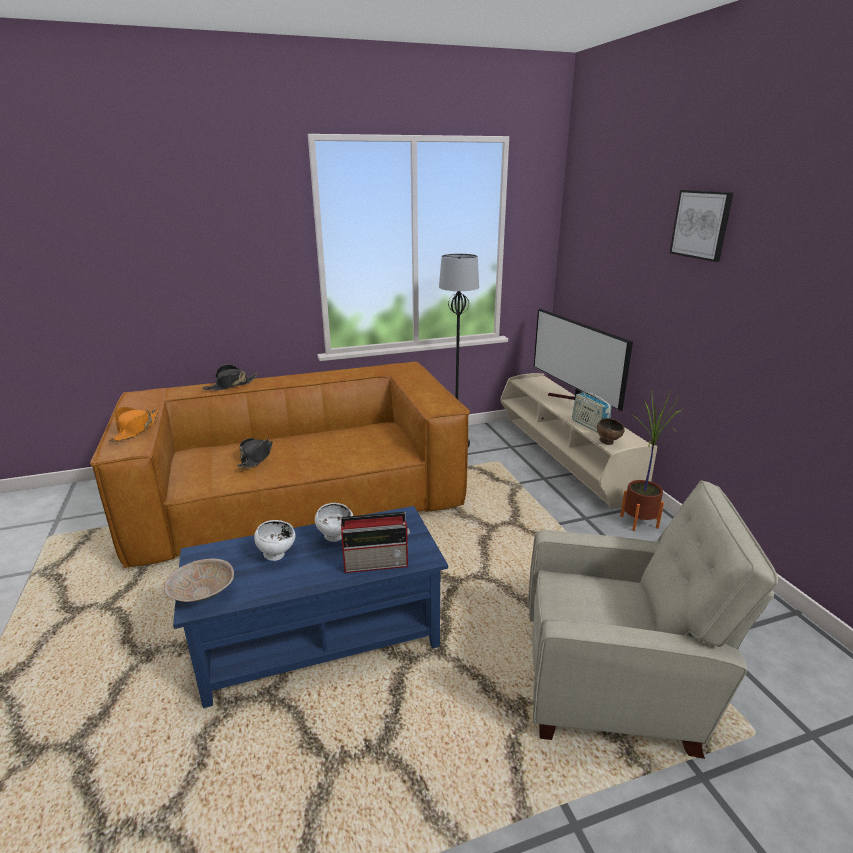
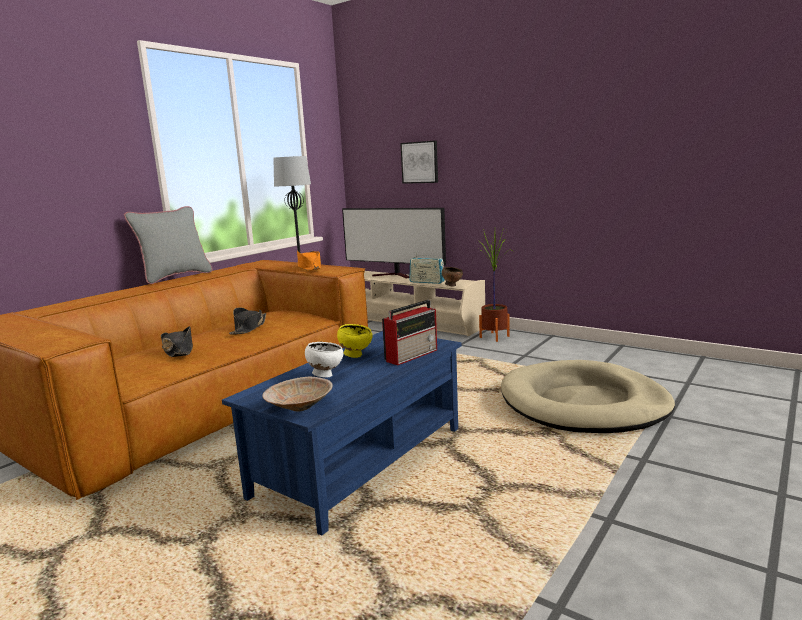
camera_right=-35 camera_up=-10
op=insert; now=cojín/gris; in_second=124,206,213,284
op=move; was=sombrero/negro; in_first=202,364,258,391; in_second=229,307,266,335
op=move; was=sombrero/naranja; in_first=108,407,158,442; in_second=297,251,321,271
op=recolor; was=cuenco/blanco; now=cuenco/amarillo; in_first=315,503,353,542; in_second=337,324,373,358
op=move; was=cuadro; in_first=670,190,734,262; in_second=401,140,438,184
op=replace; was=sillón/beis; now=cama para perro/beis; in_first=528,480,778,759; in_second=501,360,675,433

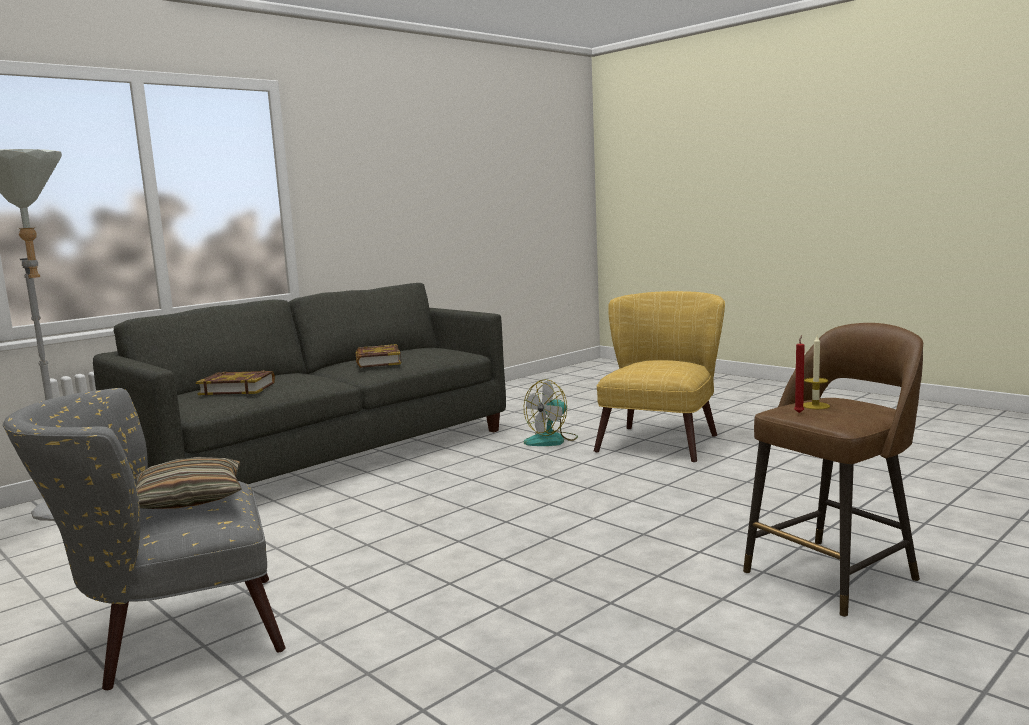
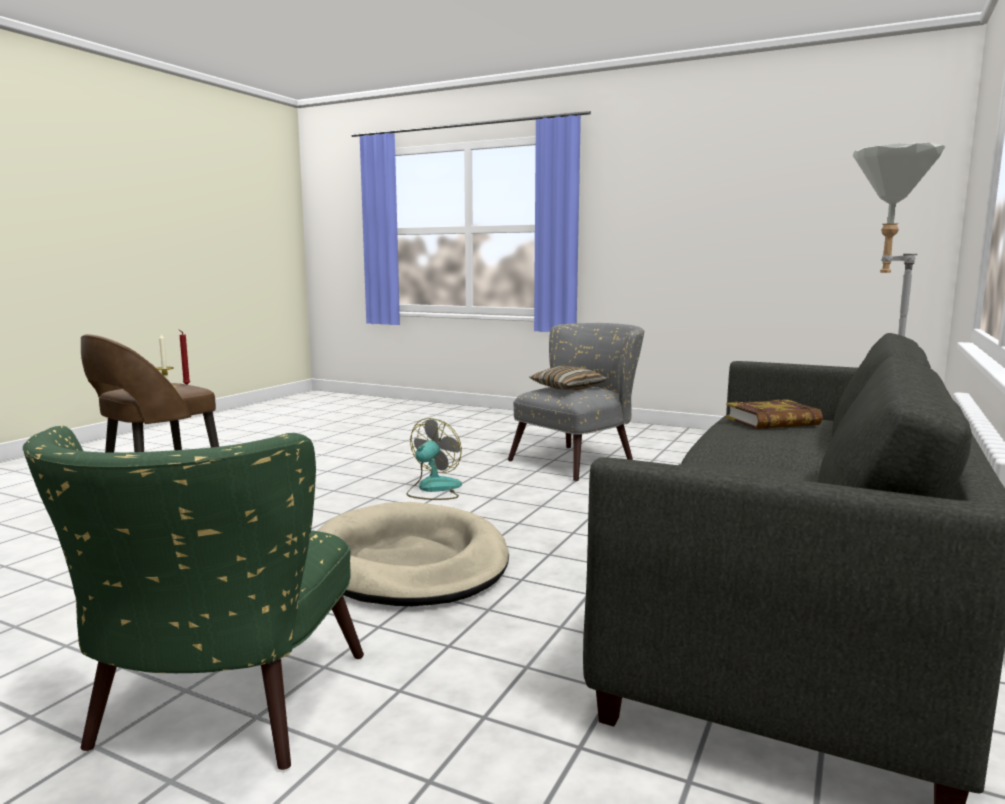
camera_right=160 camera_up=0
op=recolor; was=sillón/amarillo; now=sillón/verde; in_first=594,291,725,463; in_second=23,426,364,770
op=insert; now=cama para perro/beis; in_second=317,502,509,606
op=move; was=ventilador; in_first=524,379,578,446; in_second=407,418,462,500
op=delete; was=libro; in_first=355,344,401,368

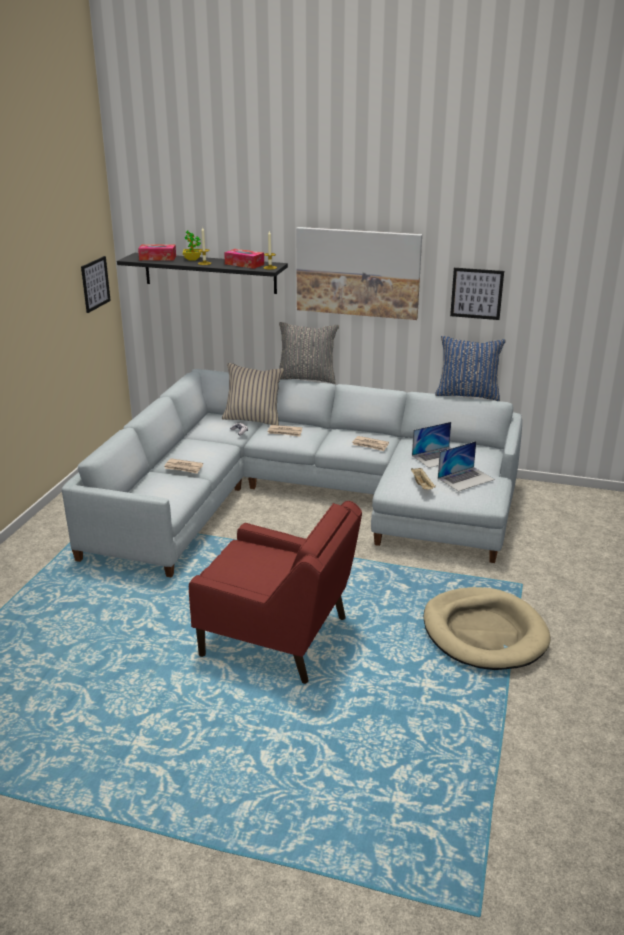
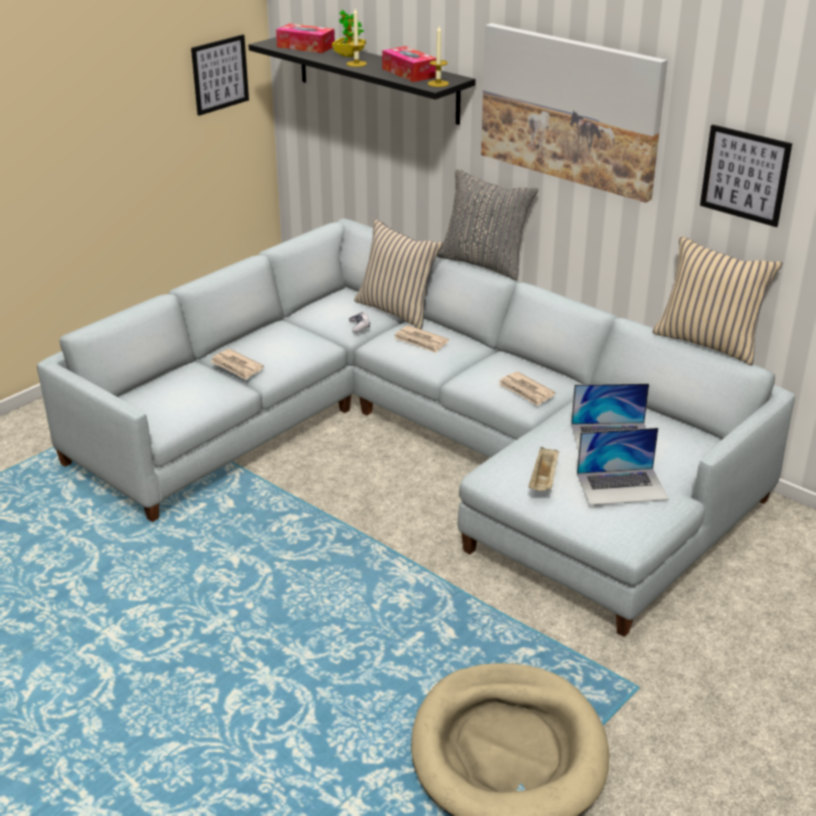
camera_right=25 camera_up=5
op=recolor; was=cojín/azul; now=cojín/beis; in_first=435,336,506,401; in_second=652,236,783,365
op=delete; was=sillón/rojo; in_first=189,501,362,684

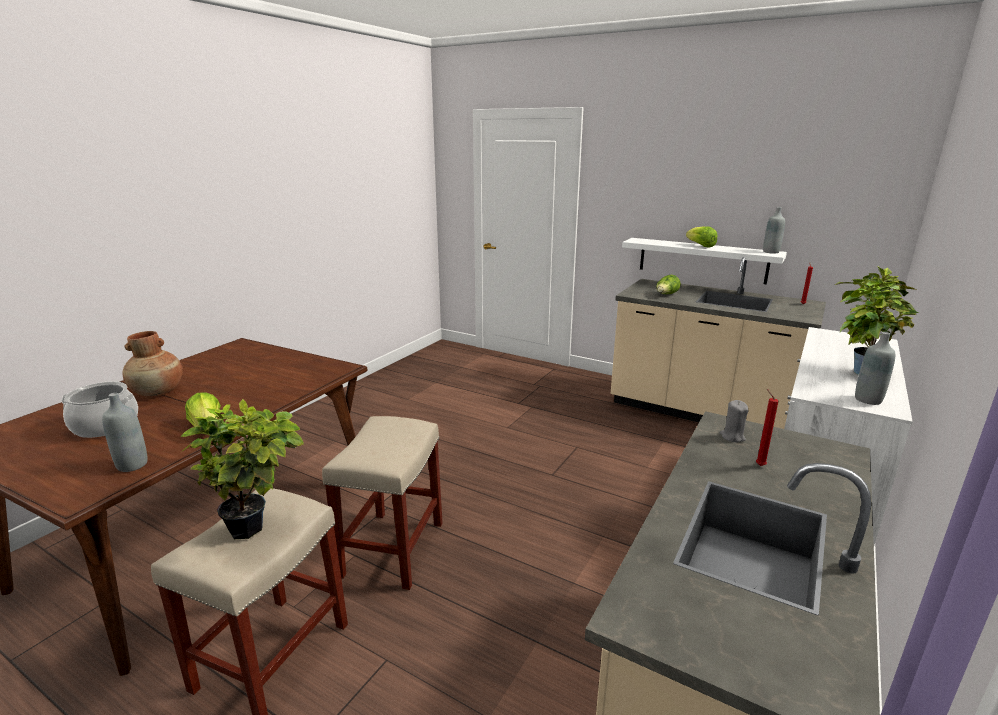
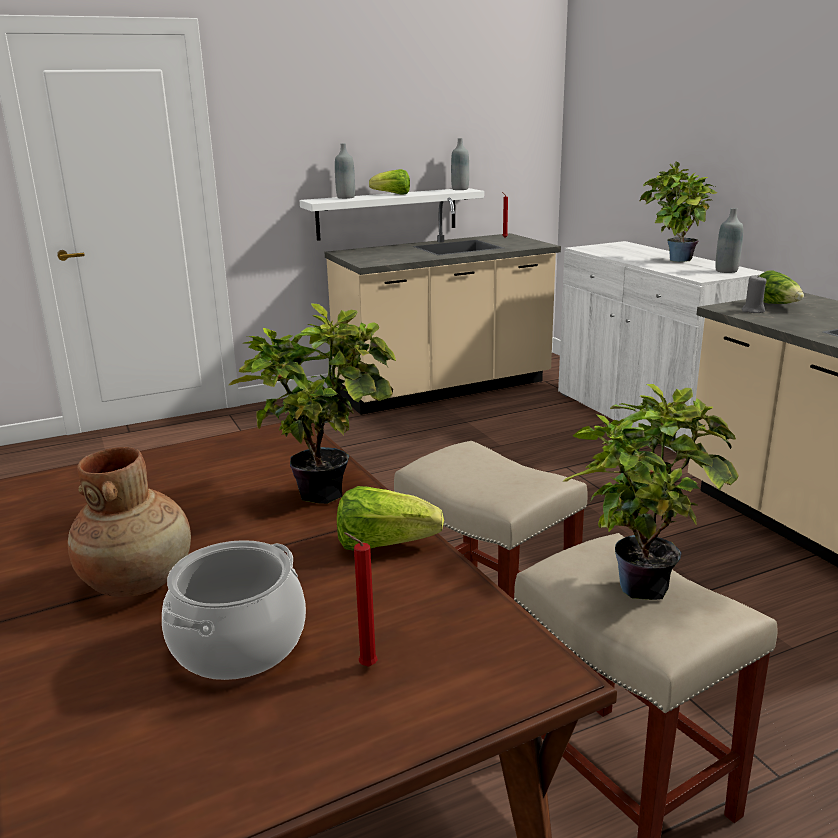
camera_right=-55 camera_up=0
op=insert; now=planta en maceta; in_second=229,303,396,504
op=move; was=botella/gris; in_first=102,393,148,472; in_second=335,143,355,199
op=move; was=vela/rojo; in_first=756,389,778,466; in_second=344,532,378,667
op=move; was=lechuga; in_first=656,275,681,294; in_second=759,270,804,304

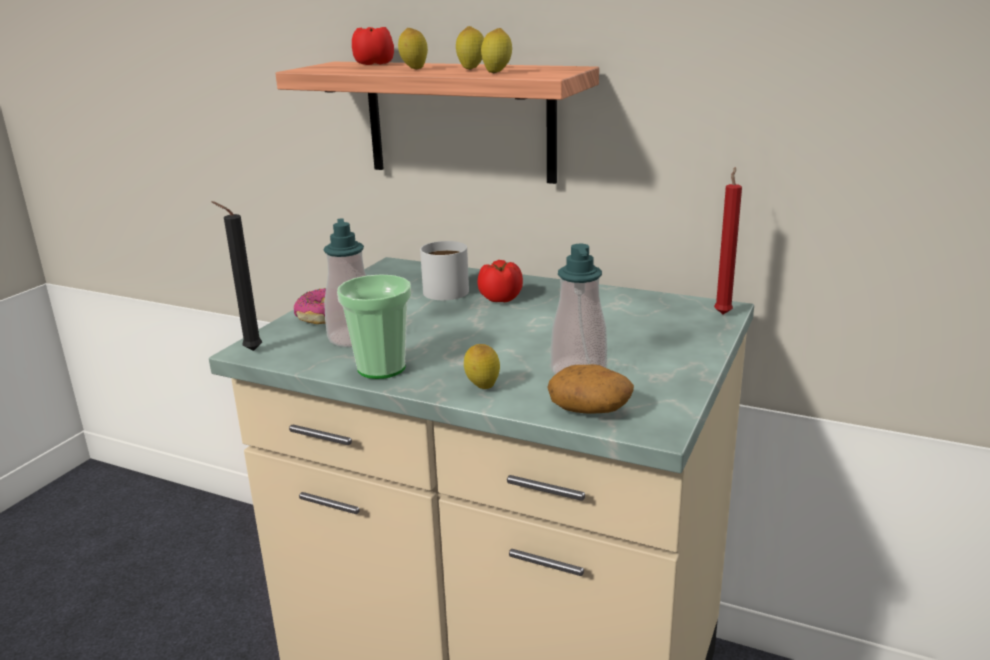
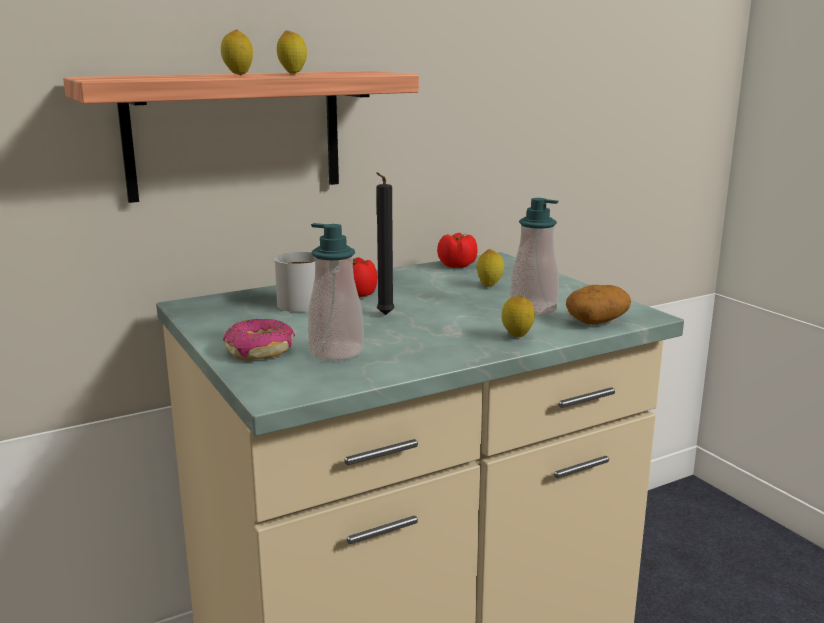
camera_right=-55 camera_up=-5
op=move; was=vela/negro; in_first=212,201,262,351; in_second=376,172,395,315
op=move; was=tomate; in_first=352,27,394,65; in_second=437,233,478,268
op=move; was=limón; in_first=481,28,512,73; in_second=477,249,504,287
op=delete; was=taza; in_first=337,274,411,379
op=delete; was=vela/rojo; in_first=714,167,742,314

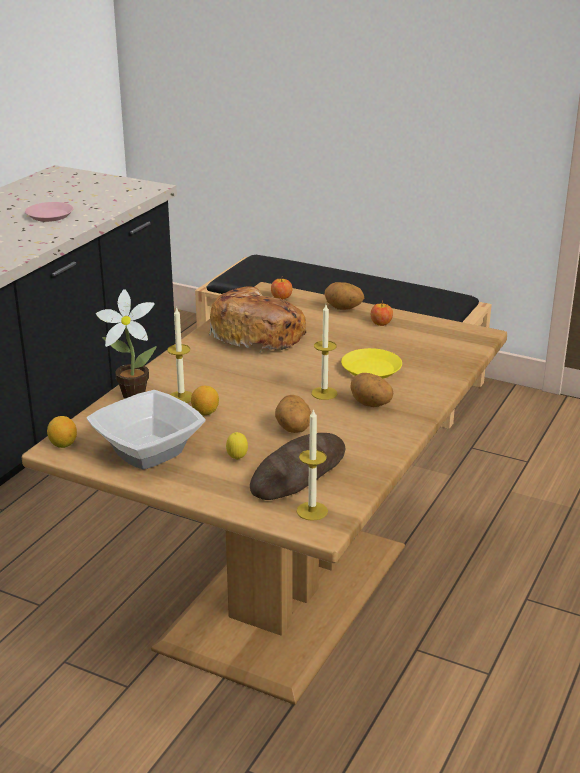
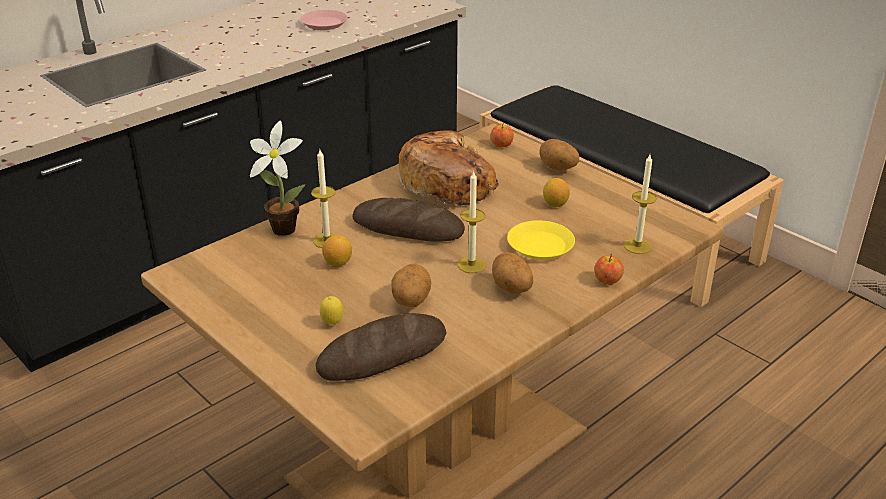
camera_right=20 camera_up=5
op=insert; now=pan; in_second=352,198,465,242
op=move; was=limón; in_first=47,416,77,448; in_second=543,178,570,207
op=move; was=manzana; in_first=371,300,393,326; in_second=595,253,624,285
op=move; was=vela; in_first=296,408,328,521; in_second=624,155,657,254
op=delete; was=cuenco; in_first=87,390,206,470

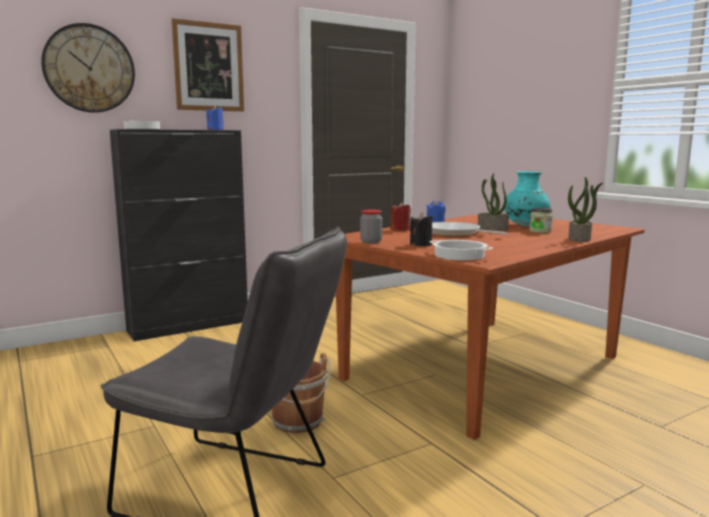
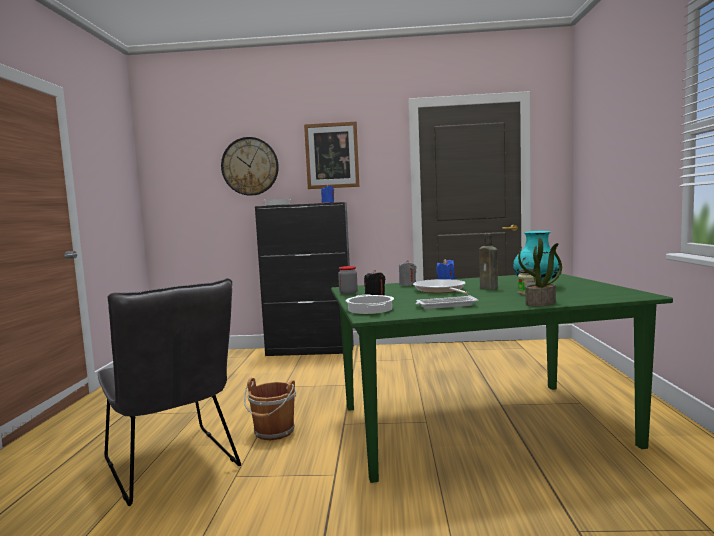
camera_right=35 camera_up=-5
op=recolor; was=mesa de comedor/marrón; now=mesa de comedor/verde; in_first=336,214,645,440; in_second=331,274,673,483
op=recolor; was=vela/rojo; now=vela/gris; in_first=390,202,411,231; in_second=399,260,417,286
op=insert; now=bandeja/blanco; in_second=416,295,478,309
op=replace; was=planta en maceta; now=botella/marrón; in_first=478,173,509,231; in_second=479,233,498,290

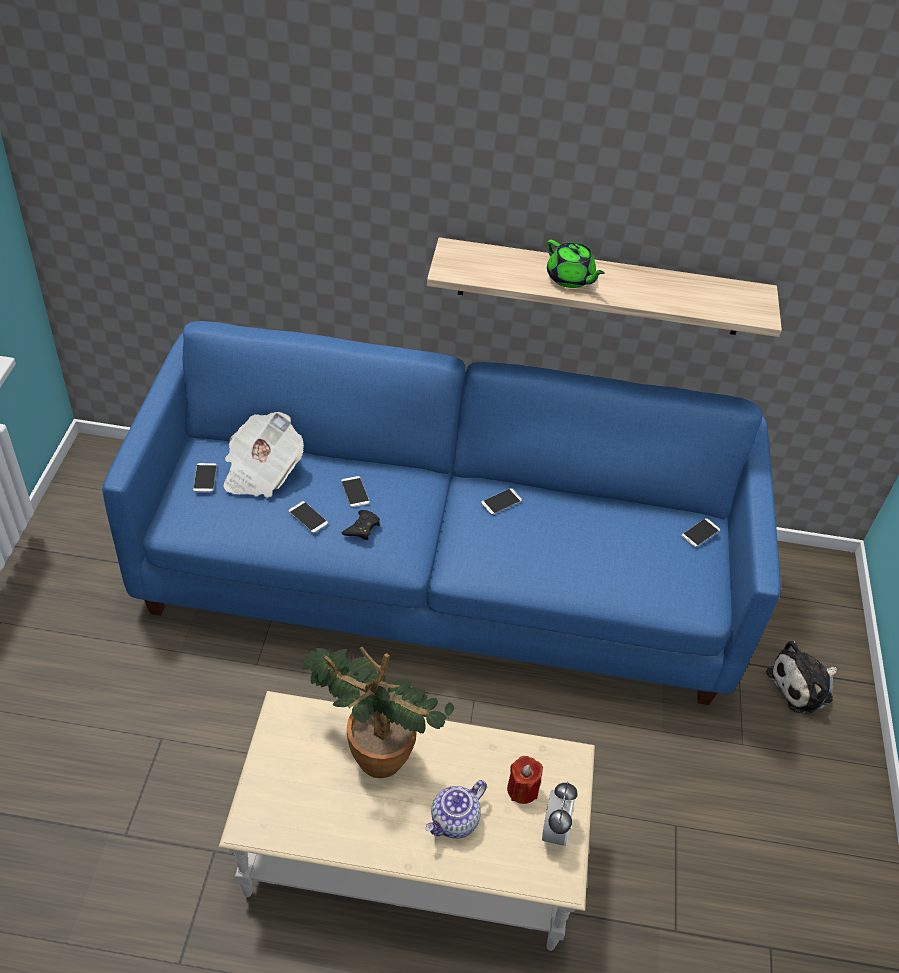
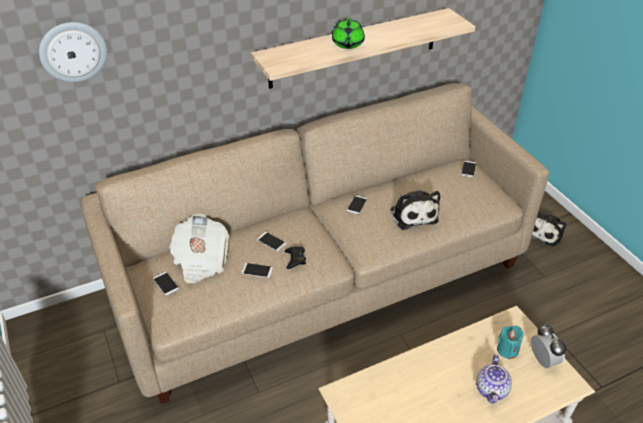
camera_right=-30 camera_up=-5
op=insert; now=reloj de pared; in_second=39,22,107,82
op=recolor; was=sofá/azul; now=sofá/beis; in_first=103,321,781,705; in_second=81,83,549,404
op=rotate; was=tetera/verde; in_first=547,240,605,288; in_second=332,17,365,49; clockwise=75
op=insert; now=peluche; in_second=390,191,440,230
op=recolor; was=vela/rojo; now=vela/turquesa; in_first=507,756,543,804; in_second=497,326,524,360
op=delete; was=planta en maceta; in_first=301,647,454,778

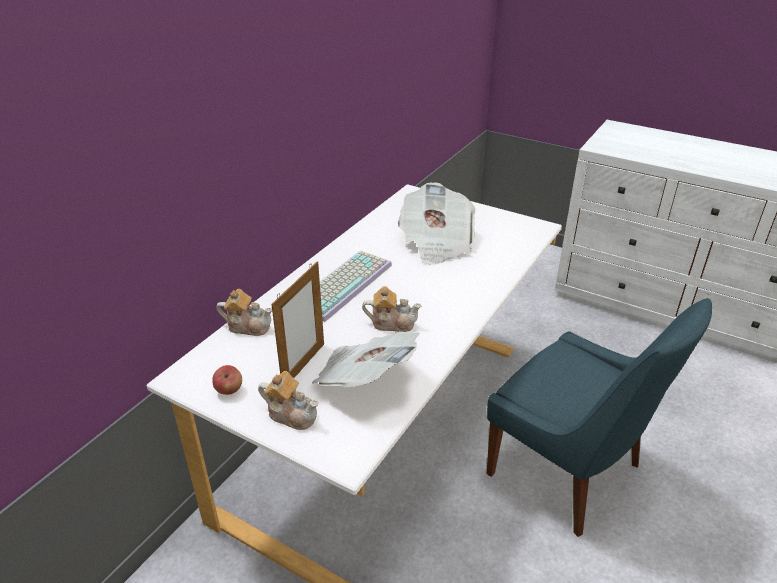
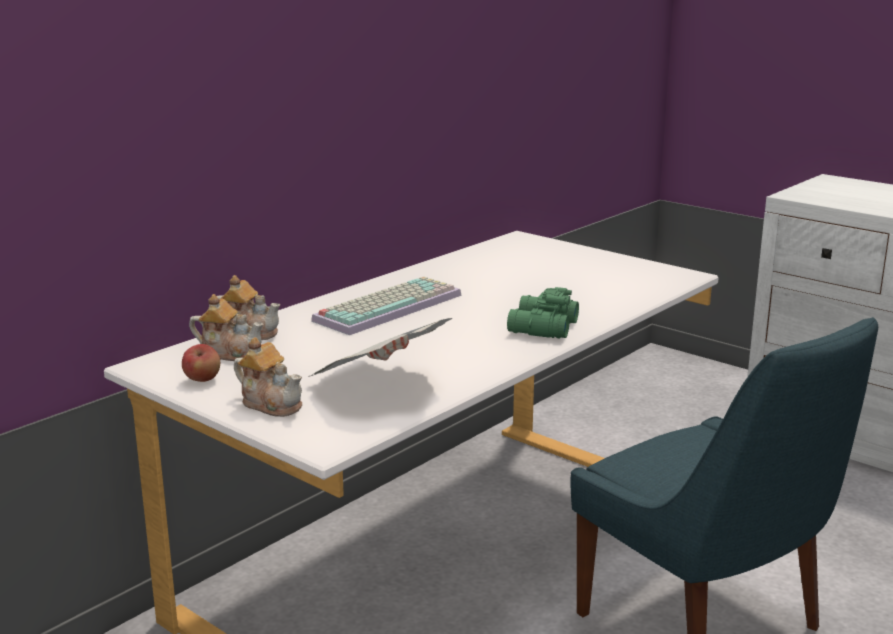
camera_right=10 camera_up=-15
op=move; was=tetera; in_first=362,286,422,332; in_second=189,294,263,361
op=insert; now=prismáticos/verde; in_second=507,287,579,339
op=delete; was=portarretratos; in_first=271,261,324,378
op=delete; was=periódico; in_first=397,182,475,265

